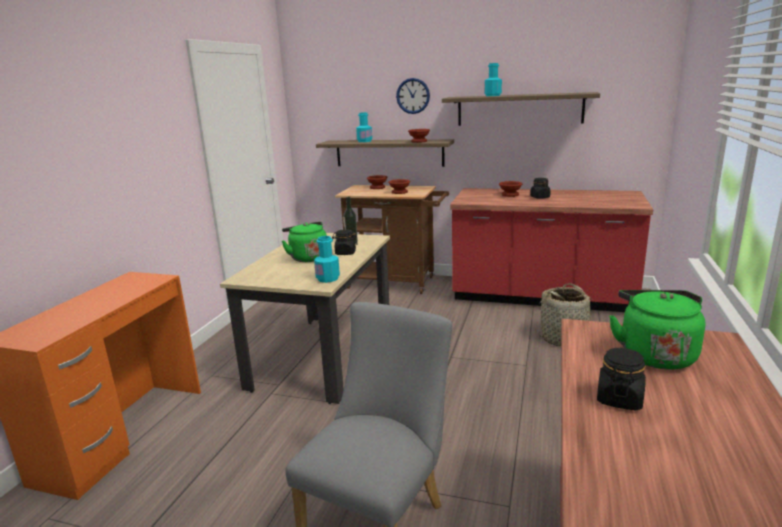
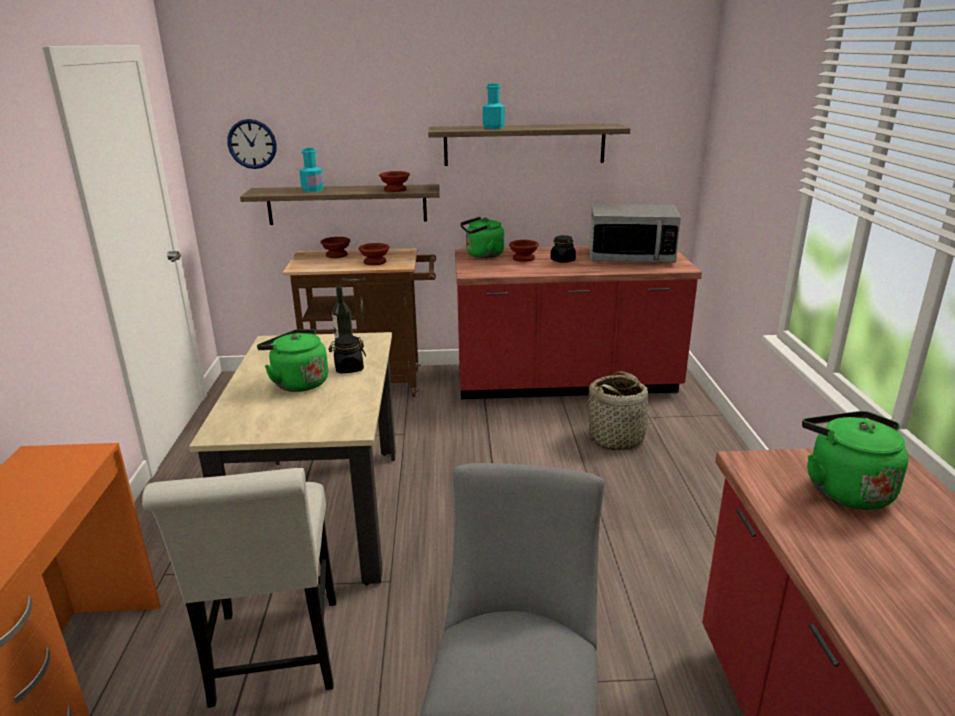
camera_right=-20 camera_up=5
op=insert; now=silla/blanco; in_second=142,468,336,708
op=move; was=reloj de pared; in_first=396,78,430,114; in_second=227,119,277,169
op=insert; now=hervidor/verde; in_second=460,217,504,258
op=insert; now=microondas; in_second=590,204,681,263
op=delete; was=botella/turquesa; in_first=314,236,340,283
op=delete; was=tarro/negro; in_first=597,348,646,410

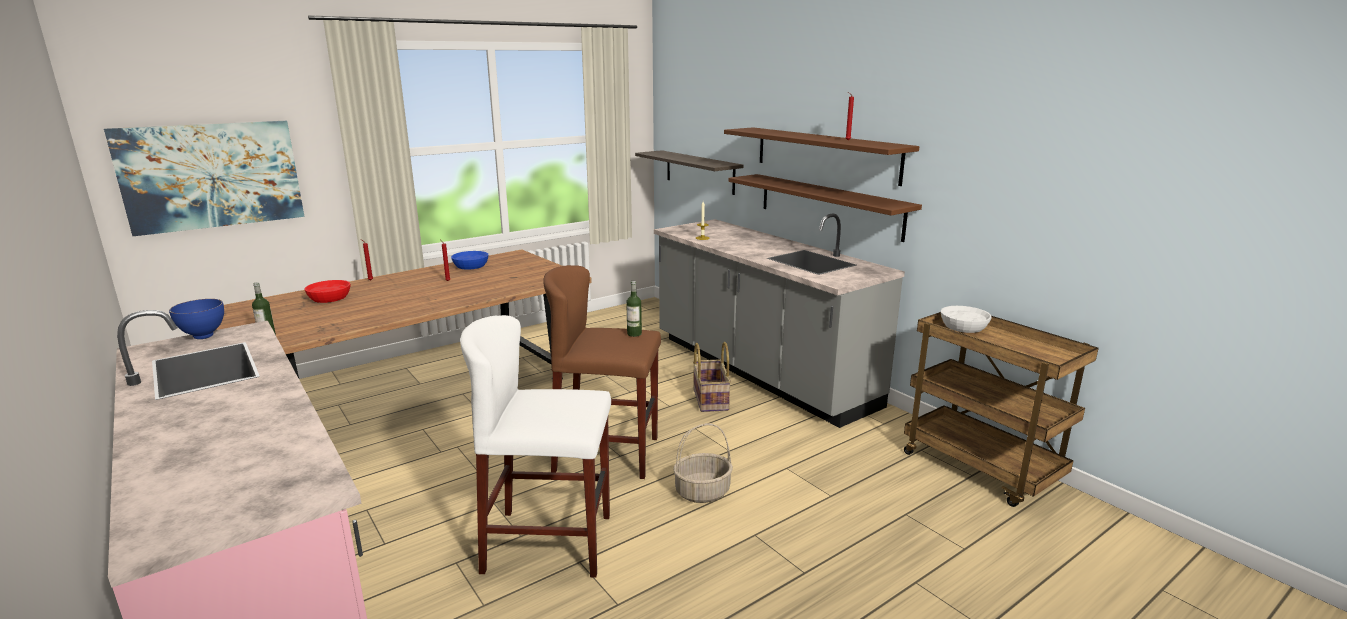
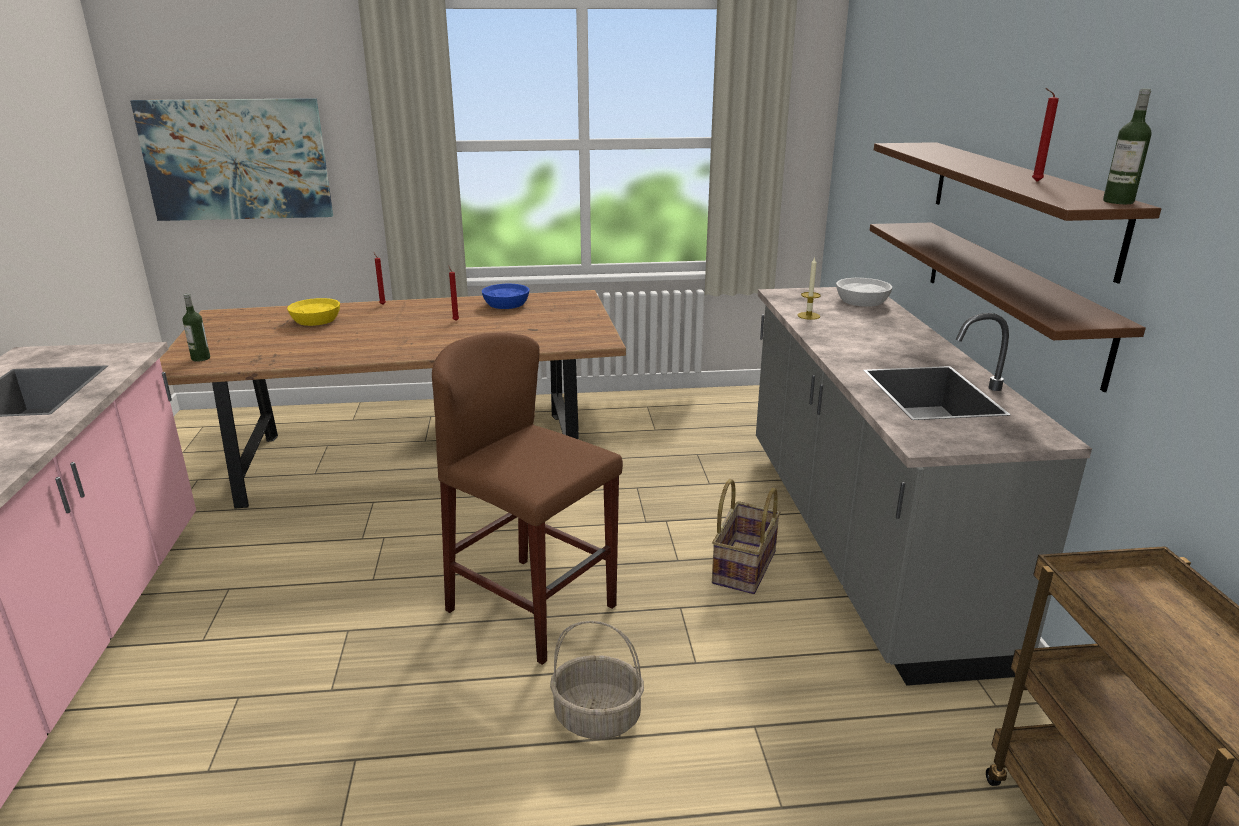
camera_right=30 camera_up=5
op=recolor; was=cuenco/rojo; now=cuenco/amarillo; in_first=305,280,350,303; in_second=287,298,340,326
op=move; was=cuenco/blanco; in_first=941,306,992,333; in_second=836,278,892,307
op=move; was=botella; in_first=626,281,642,337; in_second=1103,89,1152,204
op=delete; was=cuenco/azul; in_first=169,299,224,339
op=delete; was=taburete/blanco; in_first=460,315,611,578
op=delete; was=estante; in_first=635,150,743,195

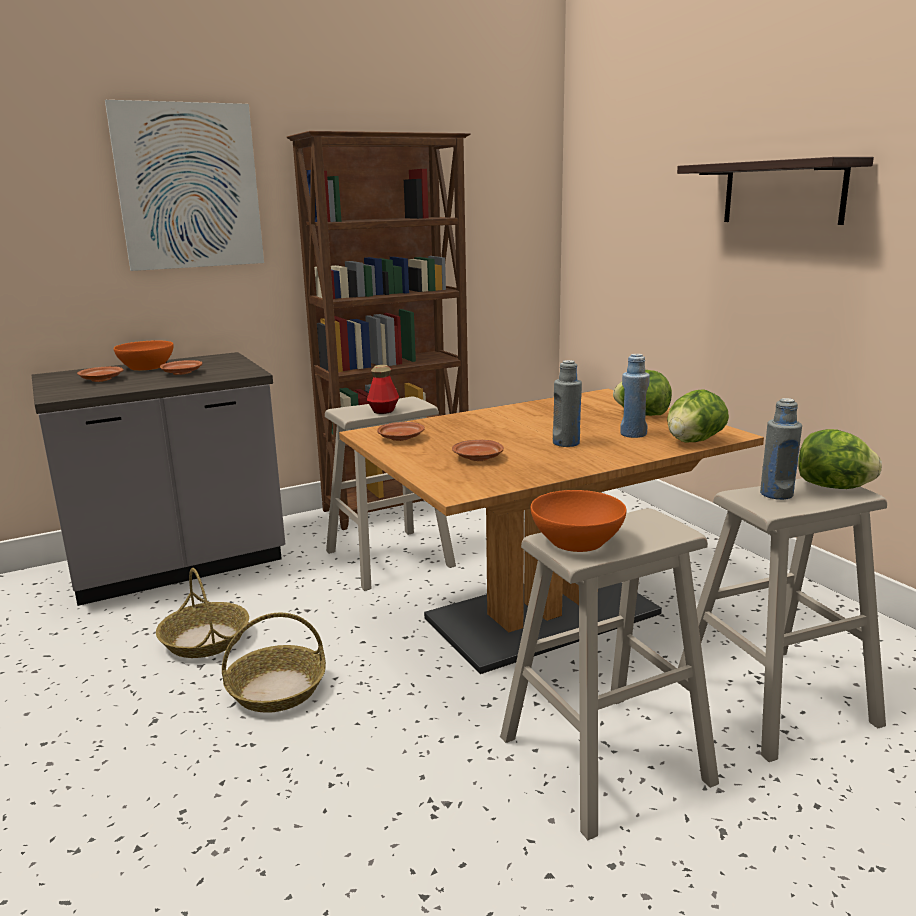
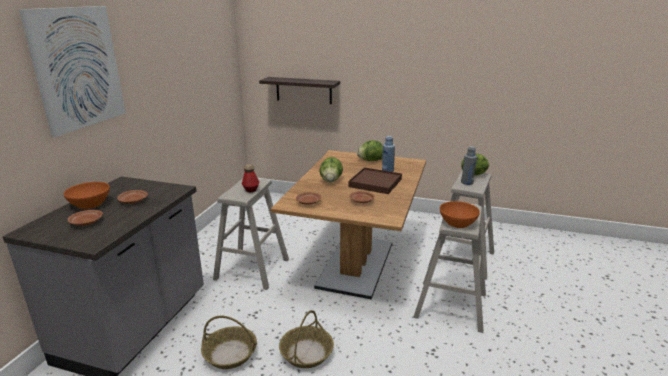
camera_right=-45 camera_up=5
op=move; was=estante; in_first=677,157,874,225; in_second=259,77,340,104
op=move; was=lechuga; in_first=667,389,729,442; in_second=319,157,343,182
op=replace; was=botella/gris; now=bandeja/marrón; in_first=553,360,582,447; in_second=349,167,402,194
op=delete; was=estantería/marrón; in_first=287,131,471,530

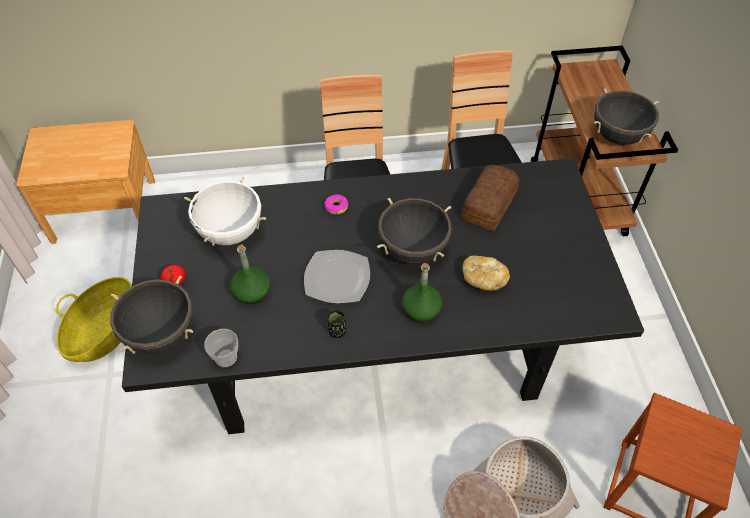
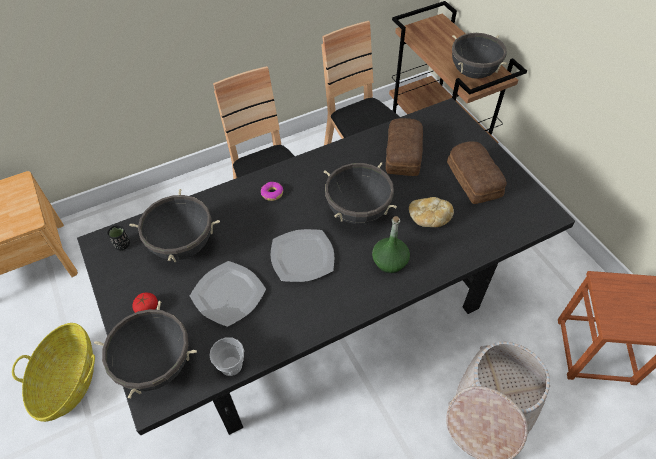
camera_right=-20 camera_up=0
op=move; was=taza/negro; in_first=327,311,346,338; in_second=107,225,130,250
op=recolor; was=olla/blanco; now=olla/negro; in_first=184,177,266,246; in_second=129,189,220,262
op=replace; was=botella/verde; now=plato; in_first=230,244,270,304; in_second=190,261,266,327
op=insert; now=pan; in_second=447,141,507,204

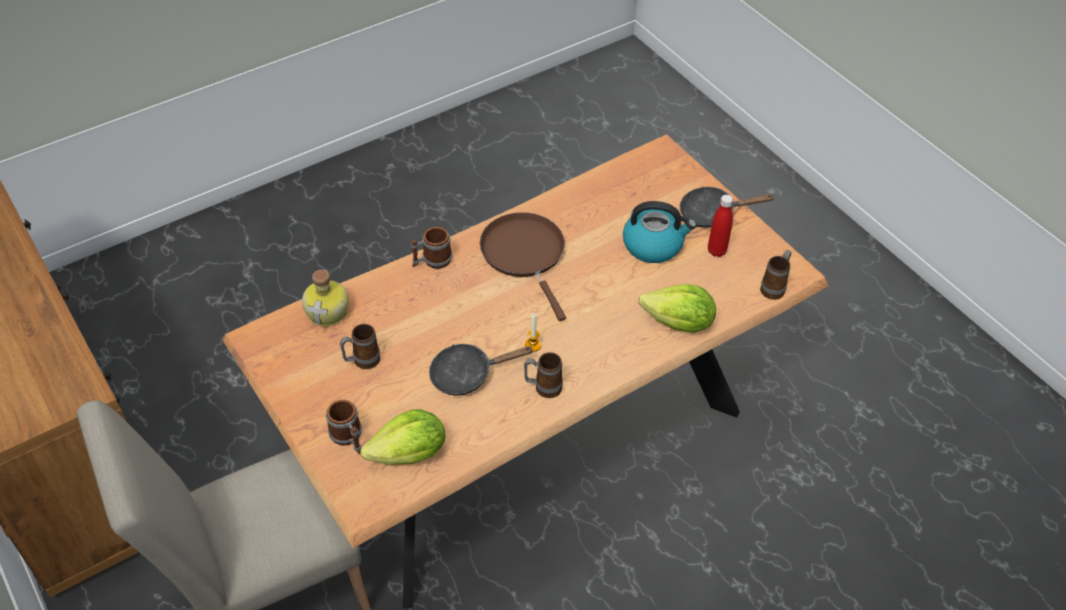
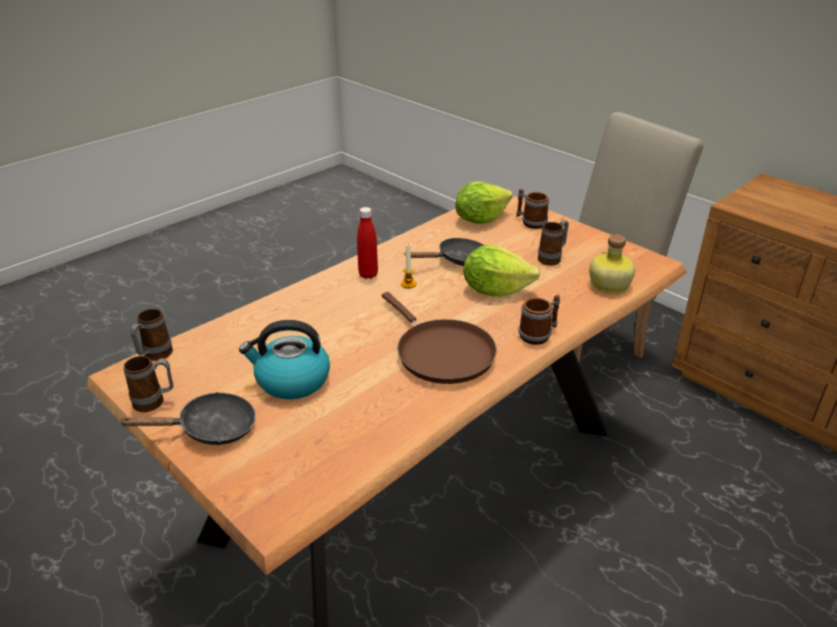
camera_right=170 camera_up=-15
op=move; was=taza grande; in_first=524,352,563,398; in_second=124,356,173,412
op=move; was=botella/rojo; in_first=708,195,733,257; in_second=357,207,378,279
op=move; was=lechuga; in_first=638,284,716,333; in_second=464,245,540,297

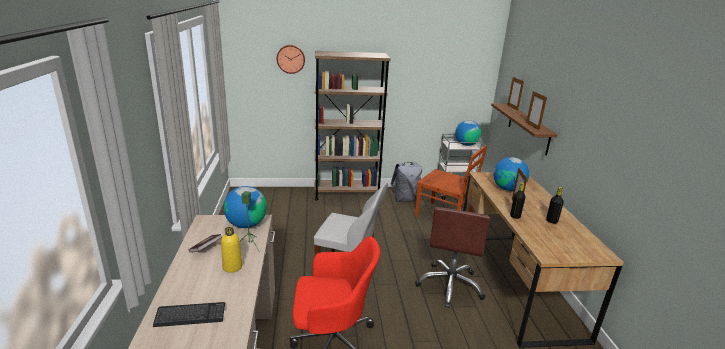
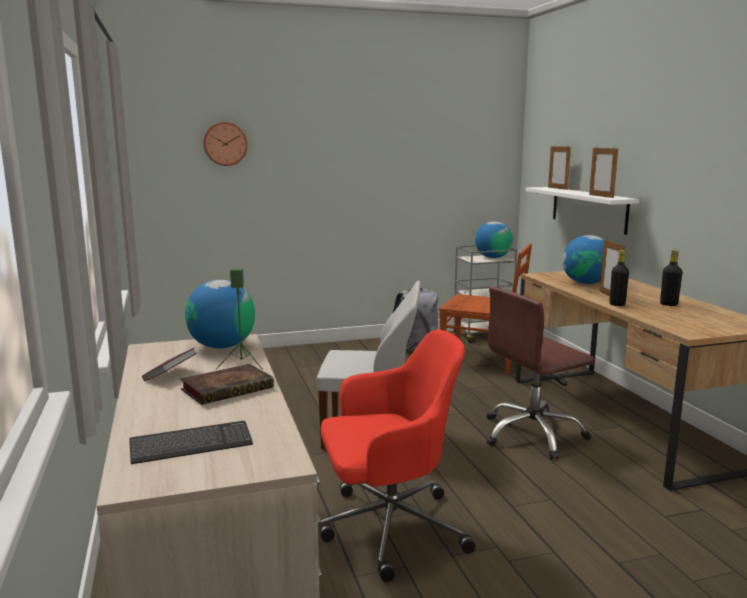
camera_right=-10 camera_up=-10
op=replace; was=botella/amarillo; now=libro; in_first=221,227,242,273; in_second=180,364,274,405
op=rotate; was=silla de oficina/marrón; in_first=415,207,490,308; in_second=486,286,595,460; clockwise=60
op=recolor; was=estante/marrón; now=estante/blanco; in_first=491,103,557,156; in_second=525,187,640,235
op=delete; was=estantería/marrón; in_first=315,51,391,201

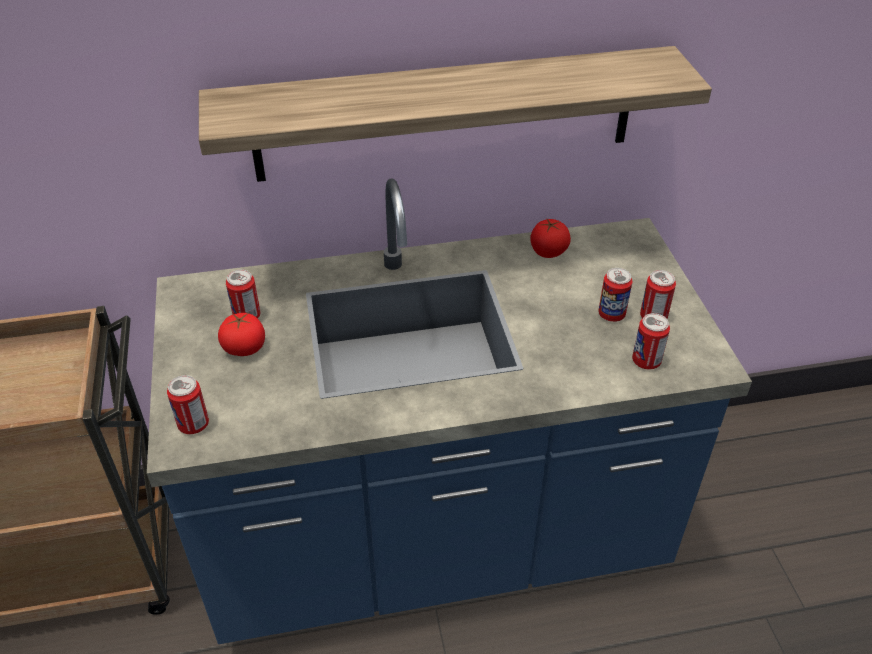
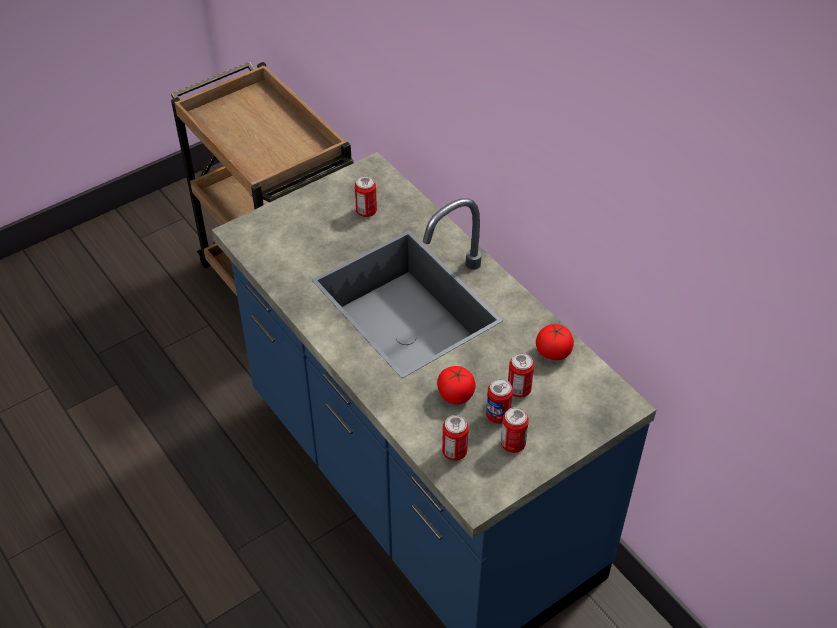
camera_right=65 camera_up=5
op=move; was=tomate; in_first=218,313,265,356; in_second=437,366,475,405
op=move; was=lata; in_first=167,375,209,434; in_second=508,353,534,398
op=delete; was=estante; in_first=199,46,712,182

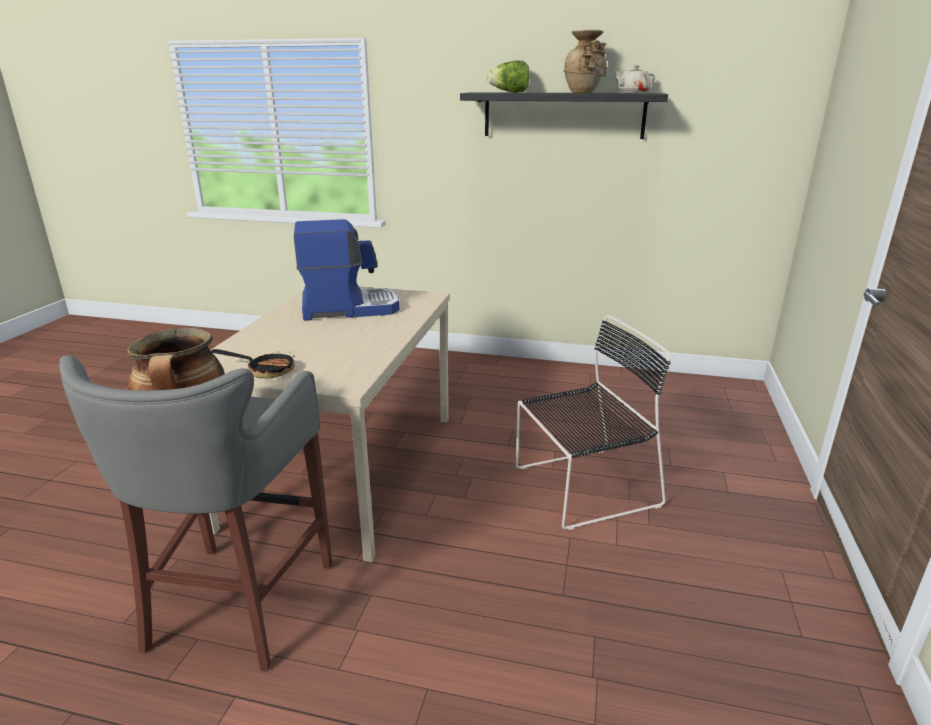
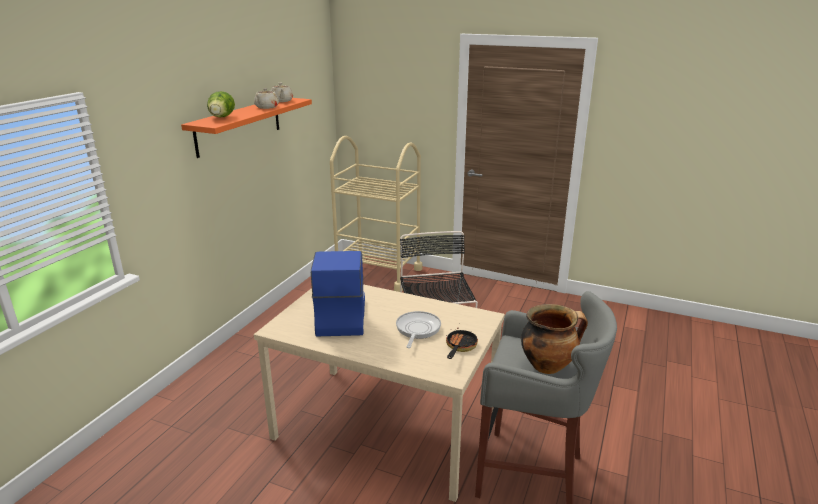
camera_right=-80 camera_up=0
op=recolor; was=estante/negro; now=estante/naranja; in_first=460,92,668,139; in_second=181,98,312,158
op=replace; was=florero/beis; now=tetera/beis; in_first=563,30,607,93; in_second=254,88,279,109
op=insert; now=carrito/beis; in_second=330,136,422,292
op=insert; now=sartén; in_second=396,311,441,348

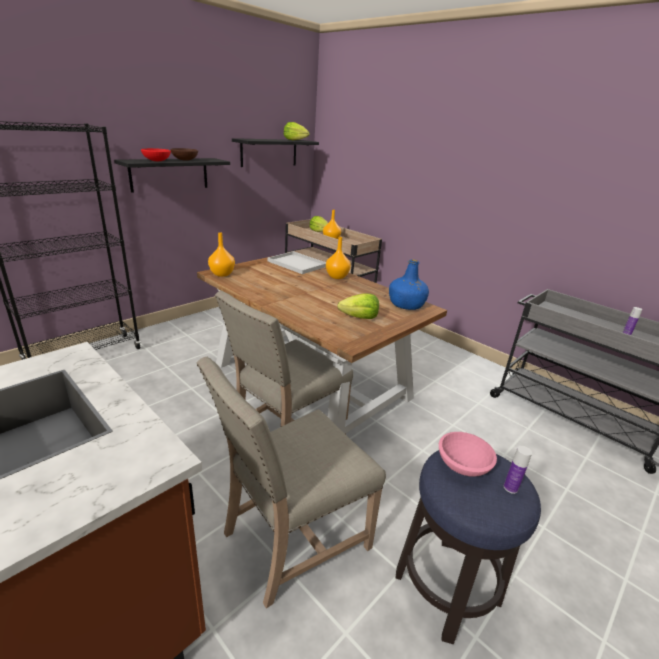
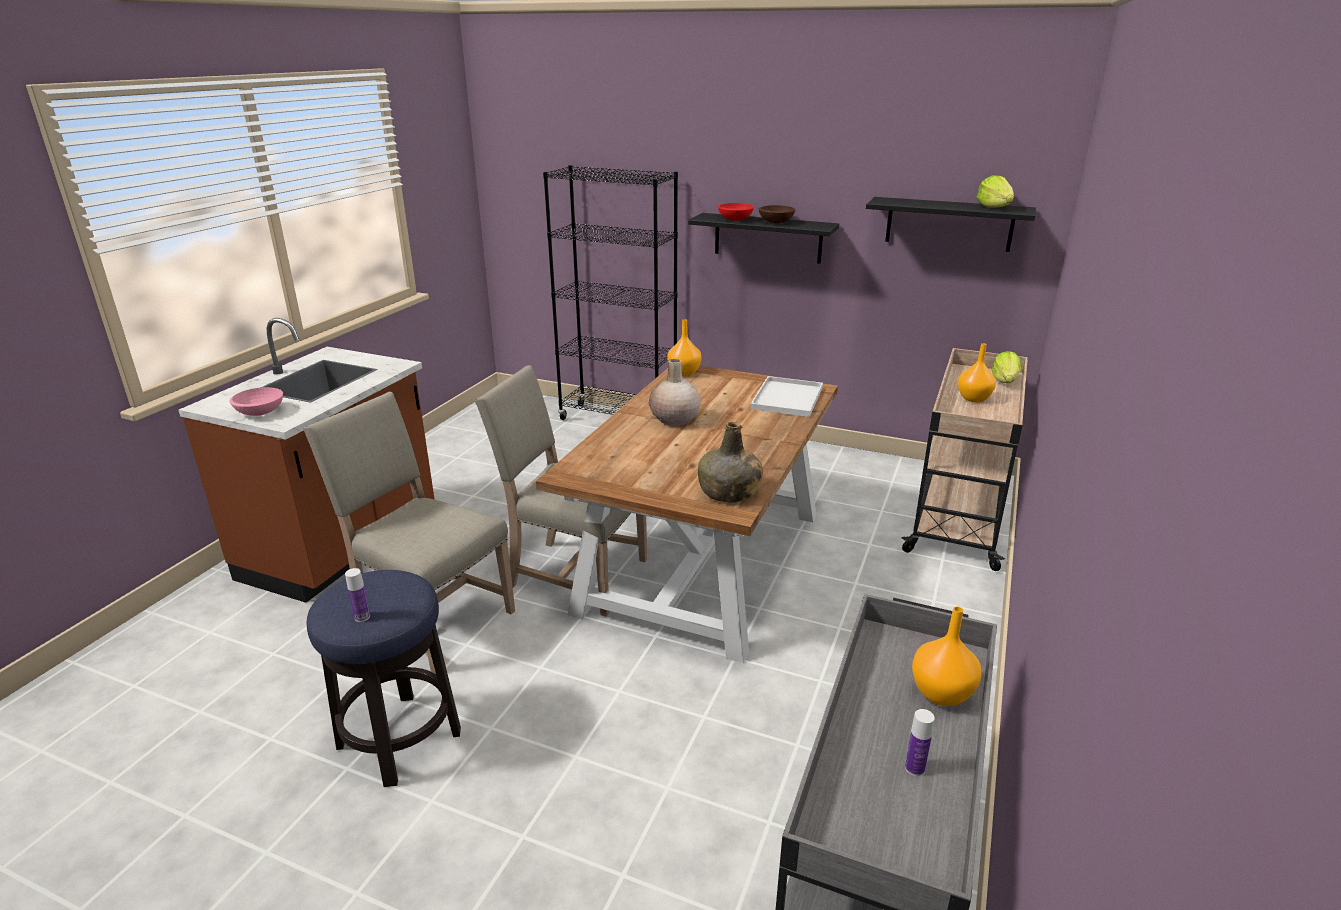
camera_right=70 camera_up=0
op=move; was=cuenco/rosa; in_first=439,432,497,477; in_second=229,387,283,416
op=insert; now=florero/beis; in_second=649,359,701,426
op=recolor; was=botella/azul; now=botella/verde; in_first=389,259,429,310; in_second=698,422,763,503
op=move; was=florero/naranja; in_first=326,237,351,279; in_second=912,606,981,706
op=delete; was=lechuga; in_first=337,293,379,319

